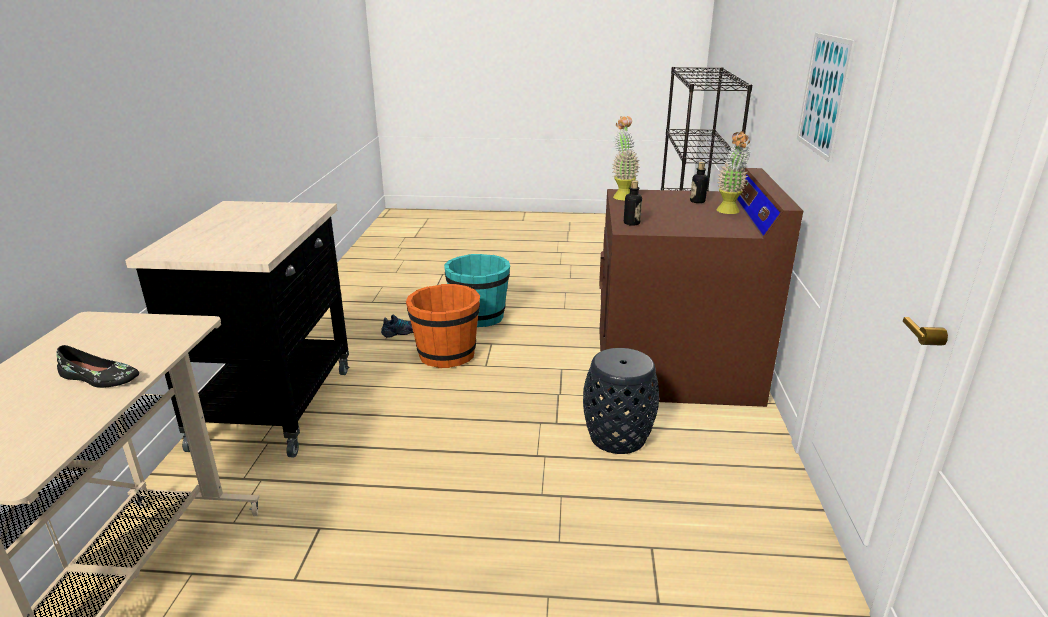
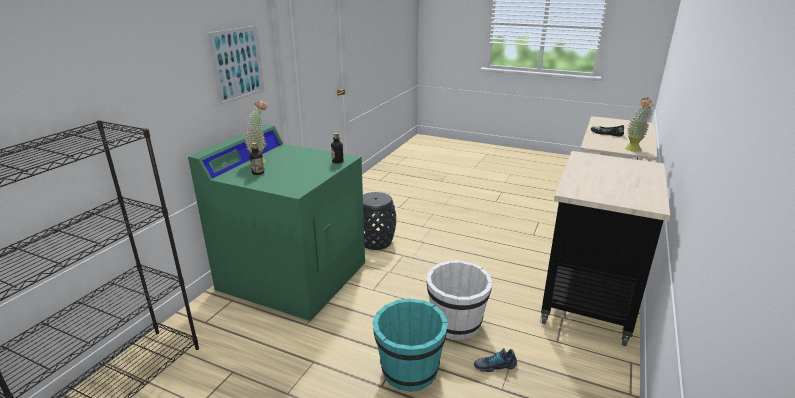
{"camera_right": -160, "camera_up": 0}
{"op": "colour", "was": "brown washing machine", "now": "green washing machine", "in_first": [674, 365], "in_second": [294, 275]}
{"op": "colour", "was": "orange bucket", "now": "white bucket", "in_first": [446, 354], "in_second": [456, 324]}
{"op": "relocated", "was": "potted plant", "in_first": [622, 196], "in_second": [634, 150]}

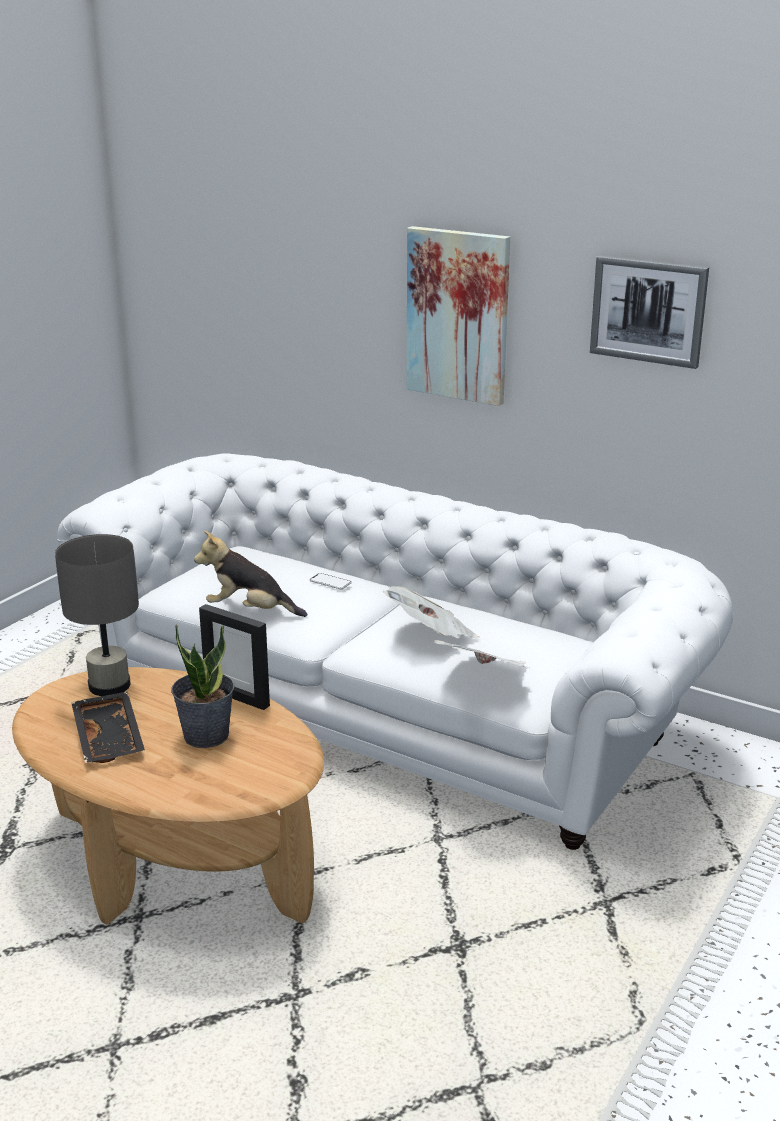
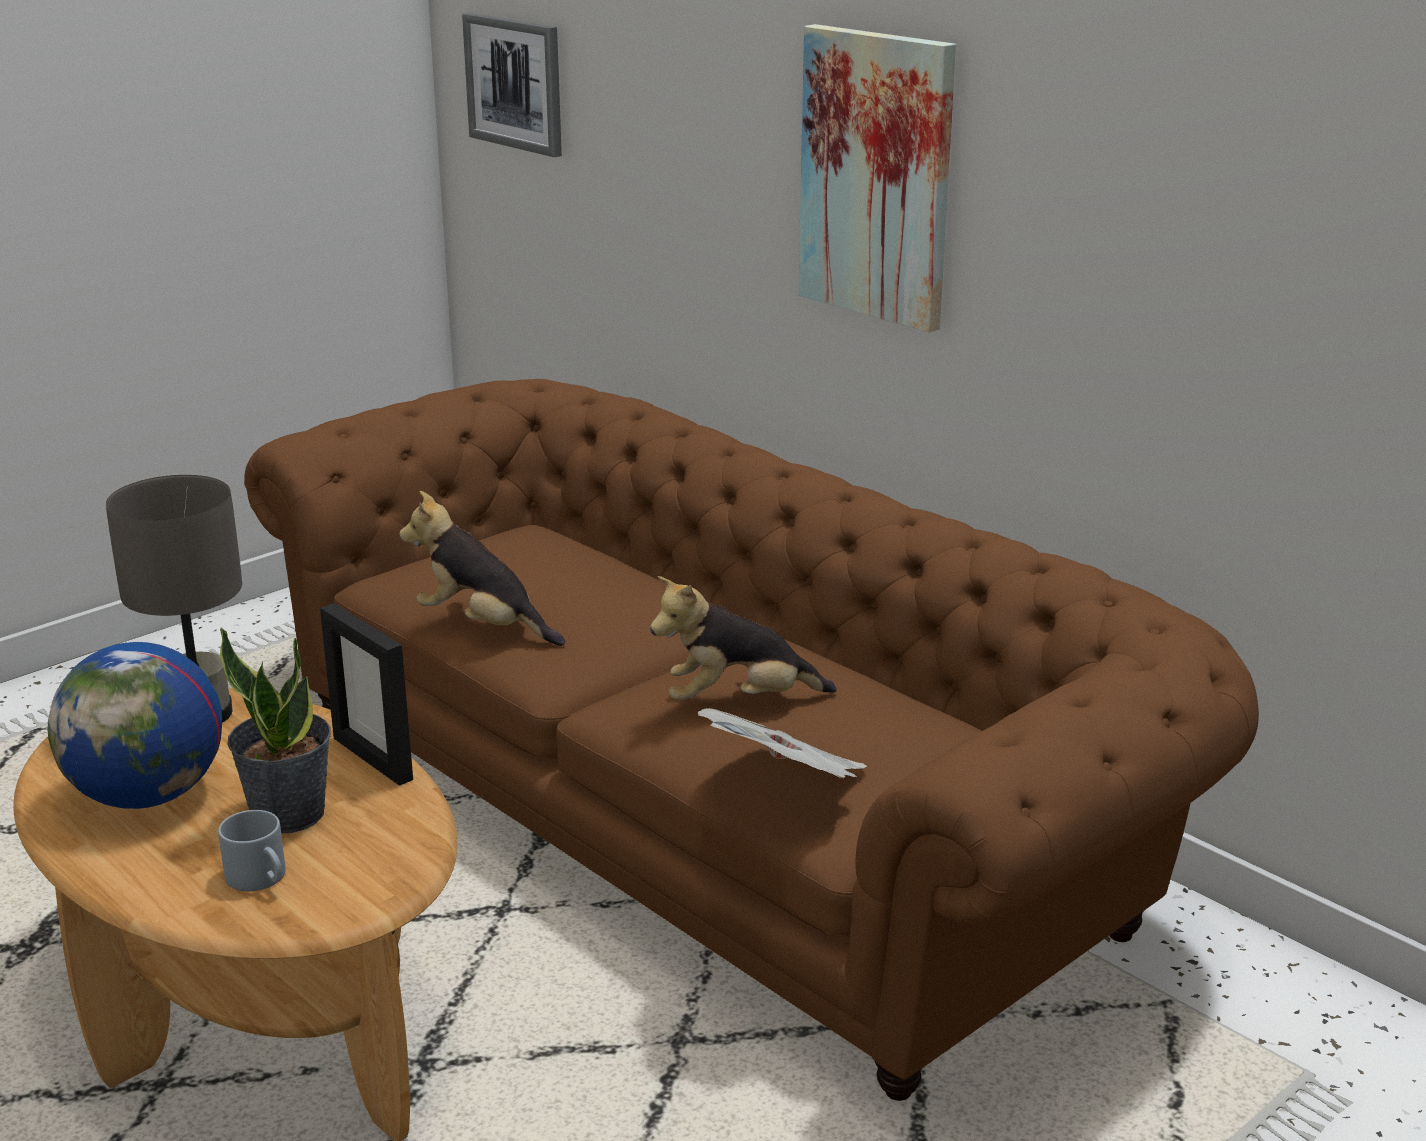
{"camera_right": 15, "camera_up": 0}
{"op": "exchanged", "was": "black tray", "now": "globe", "in_first": [110, 738], "in_second": [148, 796]}
{"op": "appeared", "now": "grey mug", "in_second": [262, 878]}
{"op": "colour", "was": "white sofa", "now": "brown sofa", "in_first": [389, 705], "in_second": [712, 807]}
{"op": "relocated", "was": "picture", "in_first": [648, 311], "in_second": [515, 83]}
{"op": "exchanged", "was": "newspaper", "now": "plush toy", "in_first": [431, 636], "in_second": [738, 702]}
{"op": "missing", "was": "phone", "in_first": [330, 582]}

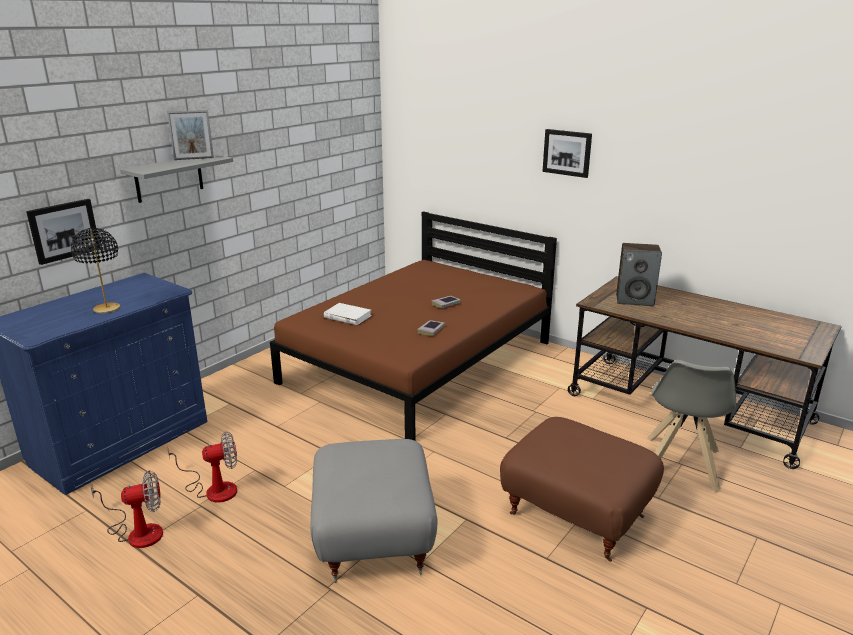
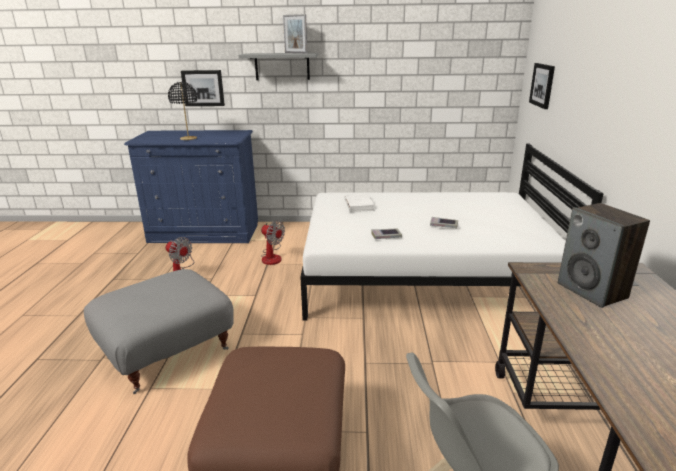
{"camera_right": 55, "camera_up": 0}
{"op": "relocated", "was": "fan", "in_first": [137, 531], "in_second": [272, 256]}
{"op": "colour", "was": "brown bed", "now": "white bed", "in_first": [419, 362], "in_second": [424, 275]}
{"op": "relocated", "was": "picture", "in_first": [567, 152], "in_second": [542, 85]}

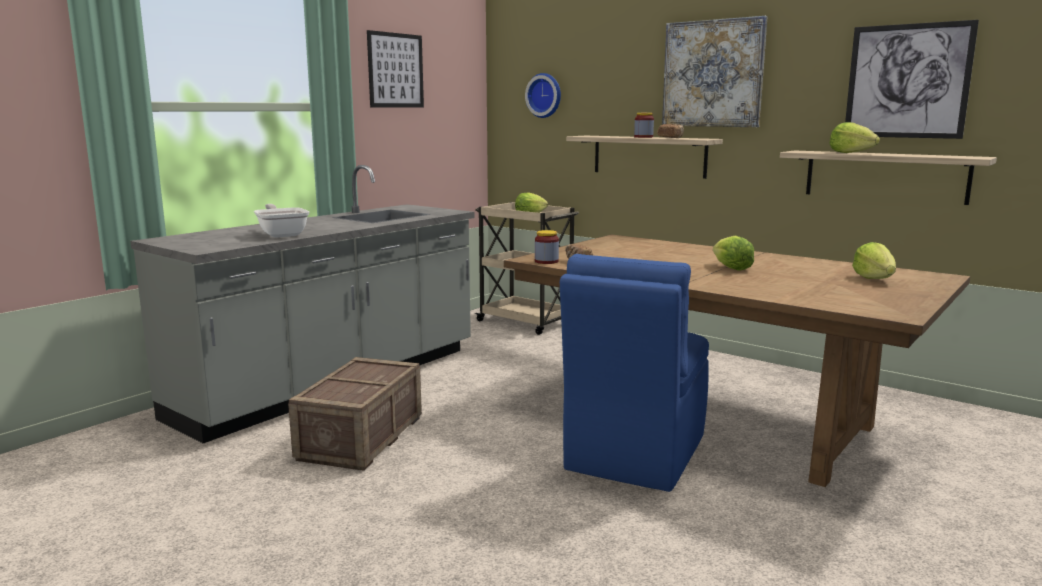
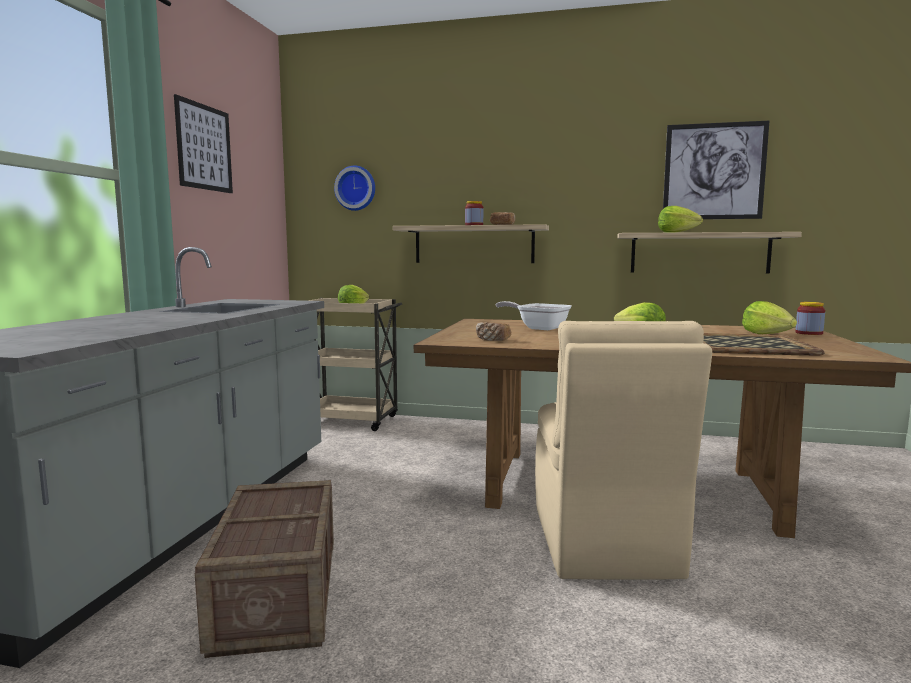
{"camera_right": -25, "camera_up": -5}
{"op": "relocated", "was": "frying pan", "in_first": [282, 234], "in_second": [538, 328]}
{"op": "colour", "was": "blue chair", "now": "beige chair", "in_first": [634, 454], "in_second": [603, 542]}
{"op": "appeared", "now": "tray", "in_second": [746, 345]}
{"op": "relocated", "was": "jar", "in_first": [546, 261], "in_second": [809, 333]}
{"op": "missing", "was": "picture", "in_first": [713, 74]}

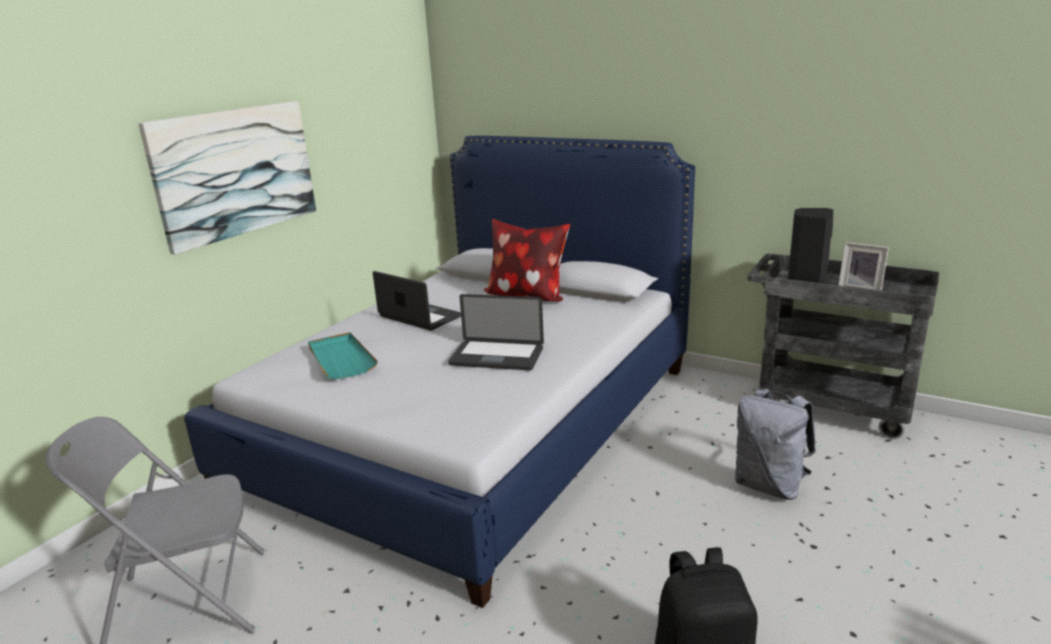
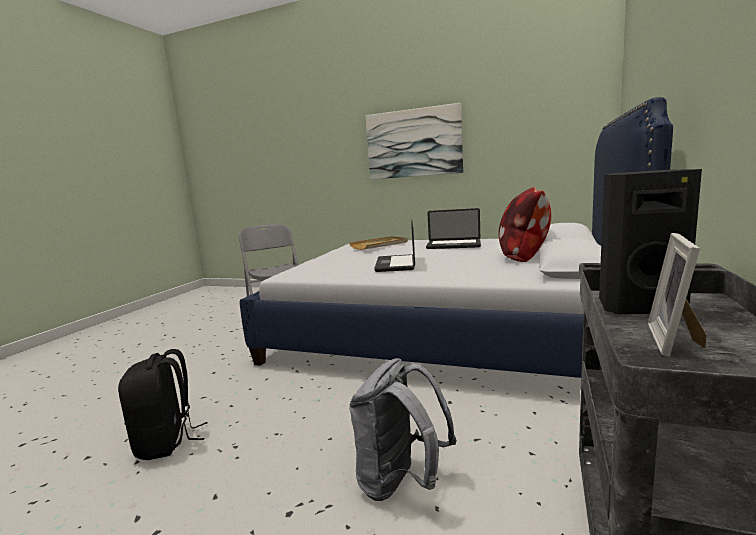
{"camera_right": 80, "camera_up": -10}
{"op": "colour", "was": "turquoise tray", "now": "beige tray", "in_first": [341, 358], "in_second": [379, 245]}
{"op": "spun", "was": "laptop", "in_first": [420, 317], "in_second": [453, 245], "clockwise": 75}

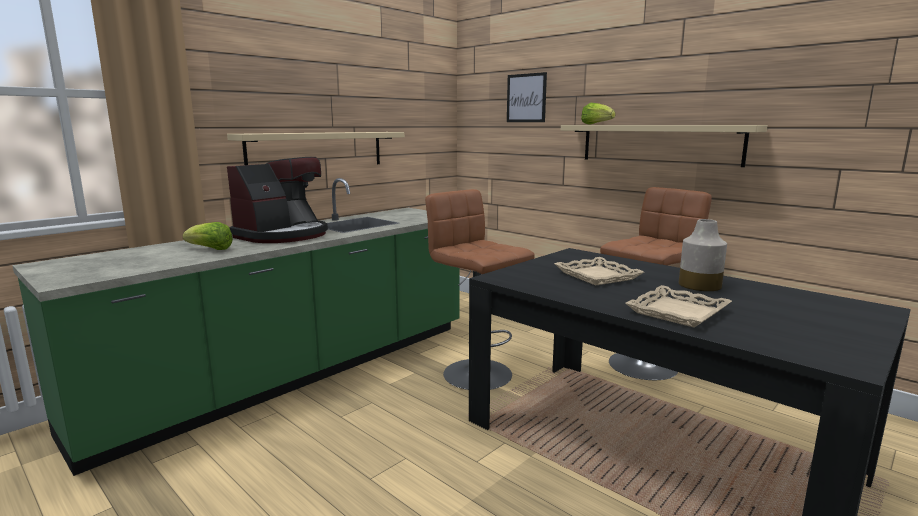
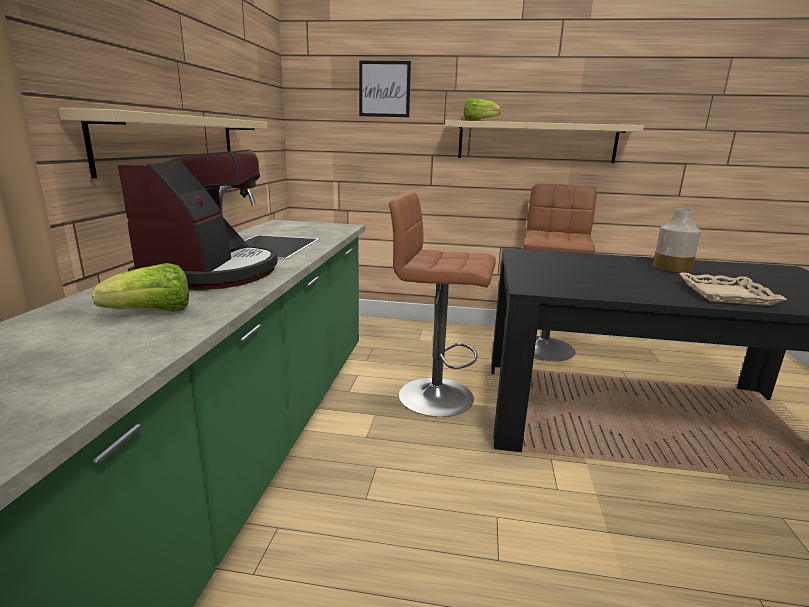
{"camera_right": -35, "camera_up": 5}
{"op": "missing", "was": "beige tray", "in_first": [596, 276]}

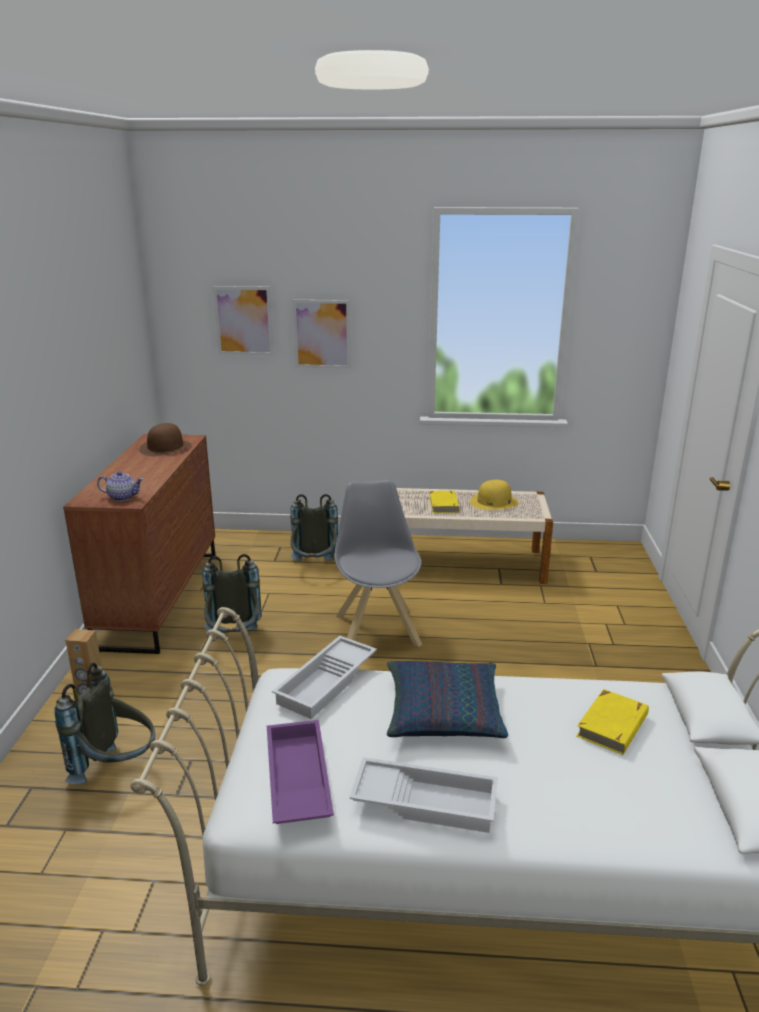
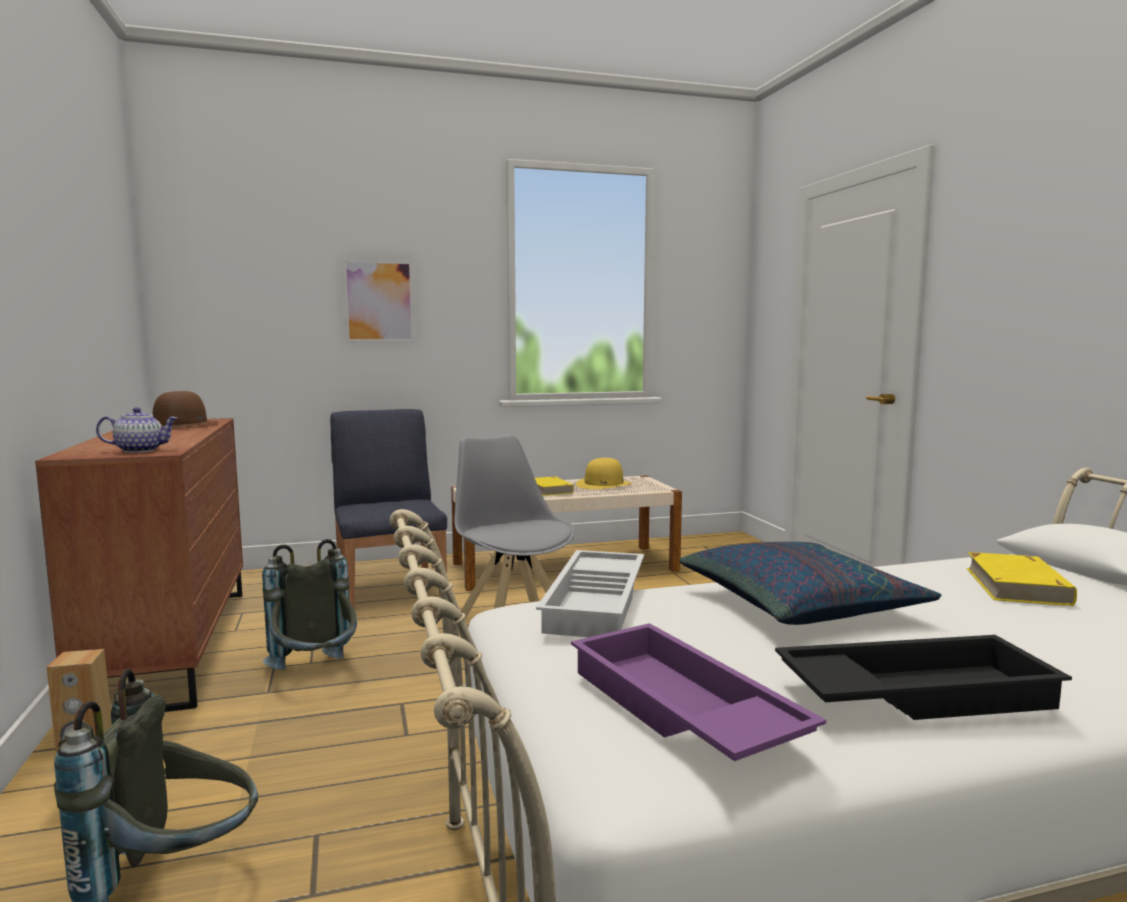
{"camera_right": -20, "camera_up": -15}
{"op": "exchanged", "was": "grey backpack", "now": "blue chair", "in_first": [314, 567], "in_second": [391, 589]}
{"op": "colour", "was": "white tray", "now": "black tray", "in_first": [426, 800], "in_second": [914, 692]}
{"op": "missing", "was": "picture", "in_first": [243, 321]}

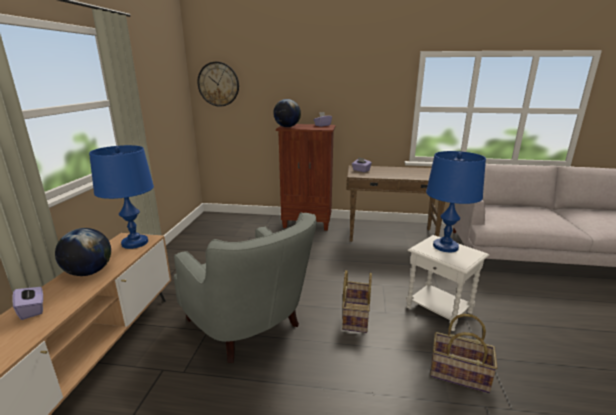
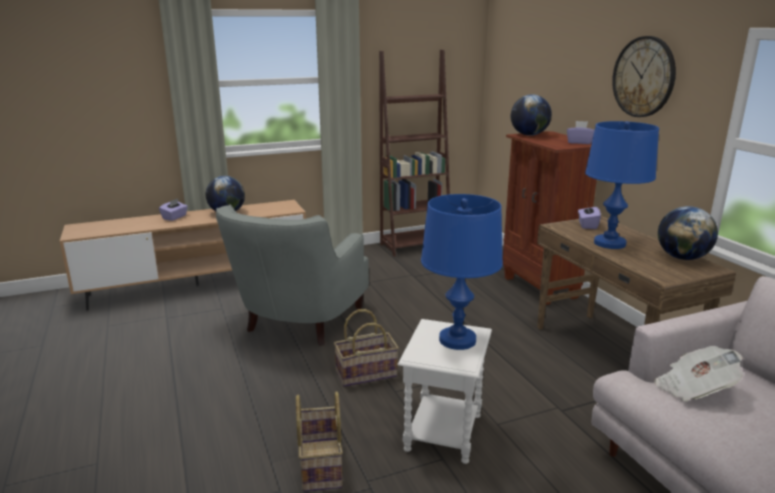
{"camera_right": 60, "camera_up": 0}
{"op": "appeared", "now": "brown bookcase", "in_second": [415, 245]}
{"op": "relocated", "was": "blue table lamp", "in_first": [135, 243], "in_second": [609, 243]}
{"op": "relocated", "was": "wall clock", "in_first": [218, 84], "in_second": [643, 77]}
{"op": "appeared", "now": "newspaper", "in_second": [694, 389]}
{"op": "appeared", "now": "globe", "in_second": [682, 257]}

